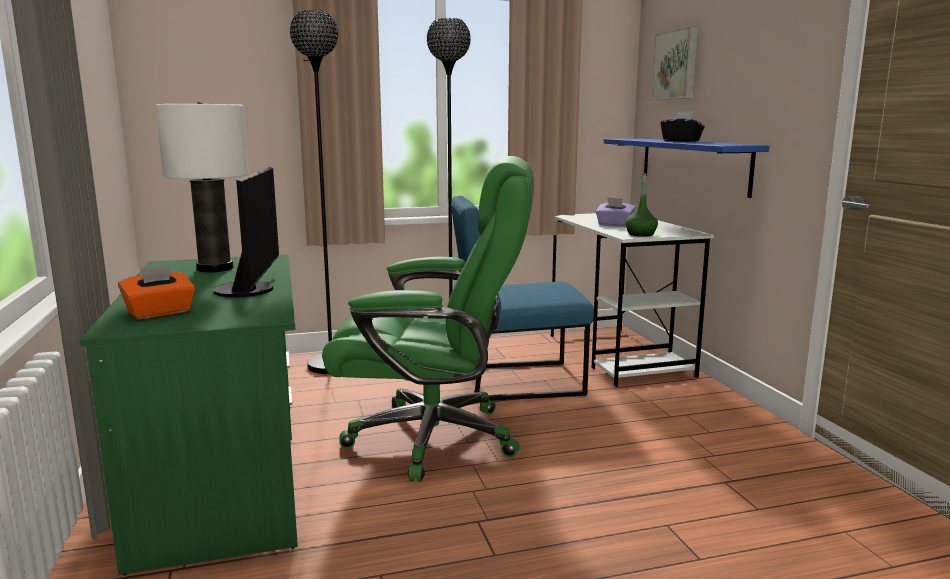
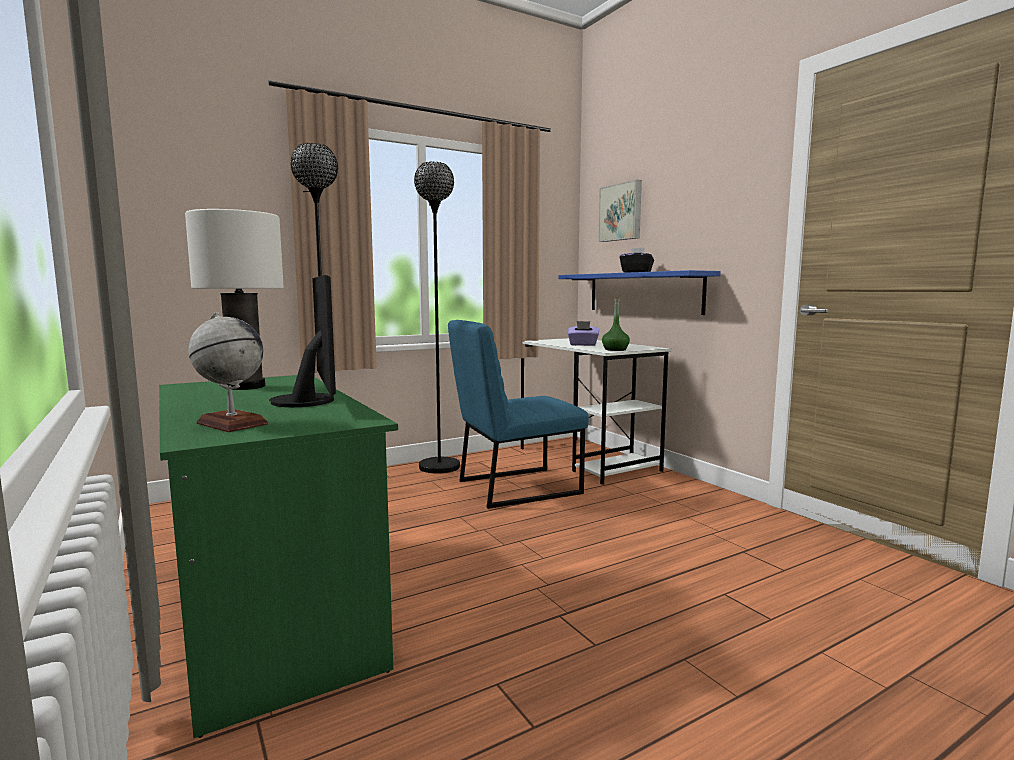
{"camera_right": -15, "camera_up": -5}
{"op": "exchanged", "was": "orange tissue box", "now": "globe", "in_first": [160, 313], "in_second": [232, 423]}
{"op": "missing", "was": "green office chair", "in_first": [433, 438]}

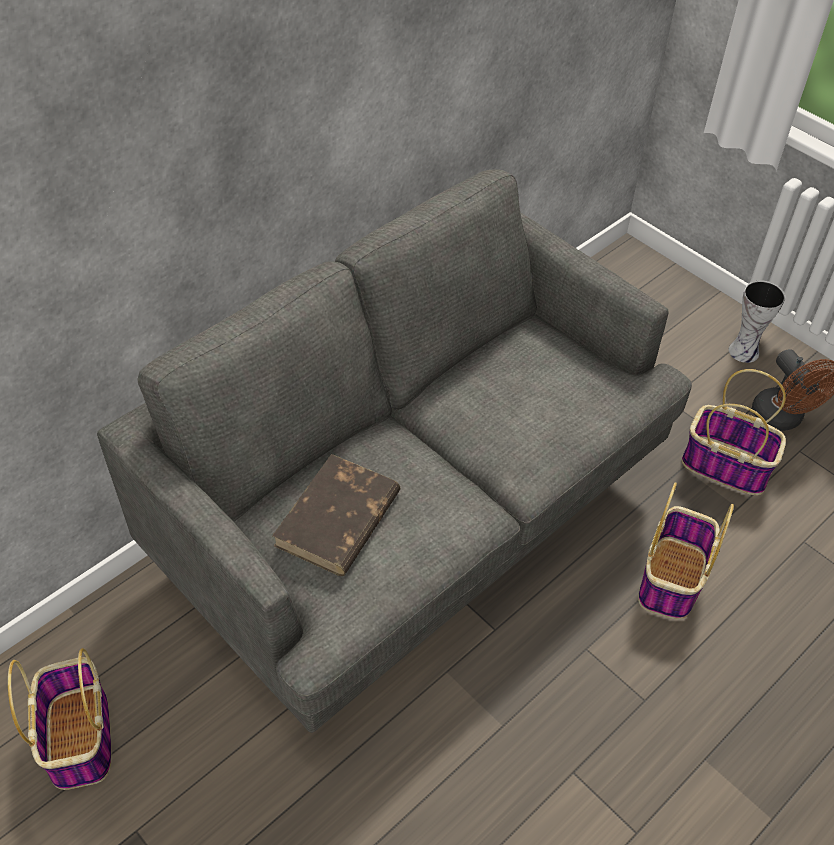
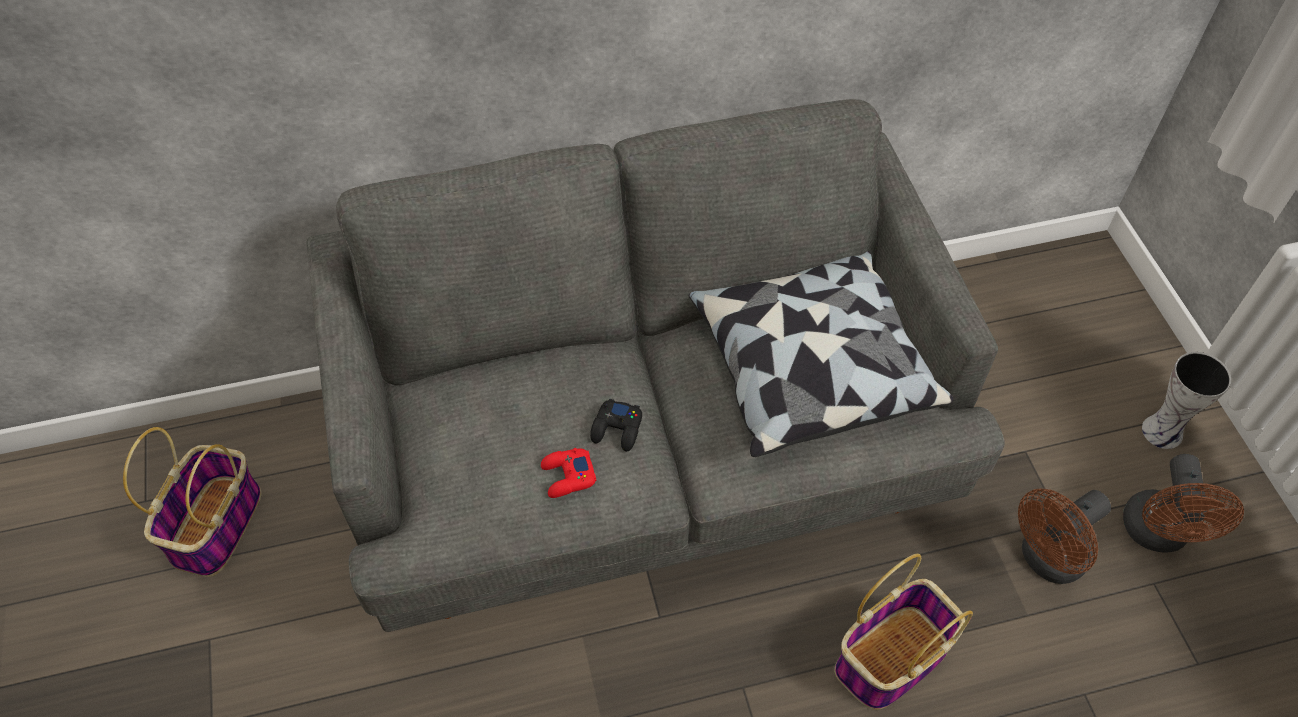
{"camera_right": 30, "camera_up": 5}
{"op": "appeared", "now": "red game controller", "in_second": [568, 476]}
{"op": "appeared", "now": "black game controller", "in_second": [617, 429]}
{"op": "appeared", "now": "pillow", "in_second": [809, 369]}
{"op": "exchanged", "was": "basket", "now": "brown fan", "in_first": [727, 466], "in_second": [1046, 560]}
{"op": "missing", "was": "brown book", "in_first": [337, 520]}

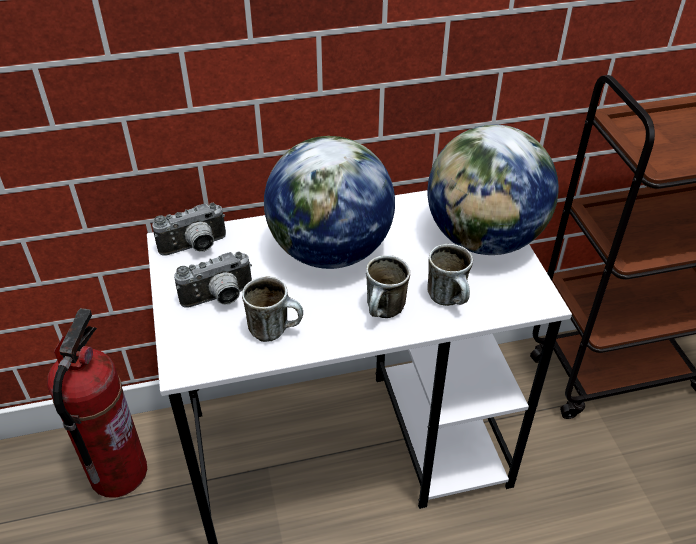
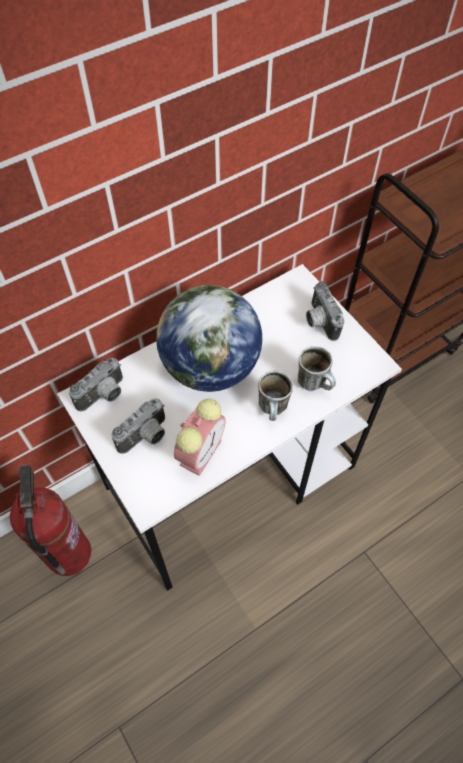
{"camera_right": -20, "camera_up": 15}
{"op": "exchanged", "was": "mug", "now": "alarm clock", "in_first": [275, 330], "in_second": [201, 450]}
{"op": "exchanged", "was": "globe", "now": "photo camera", "in_first": [484, 239], "in_second": [319, 321]}

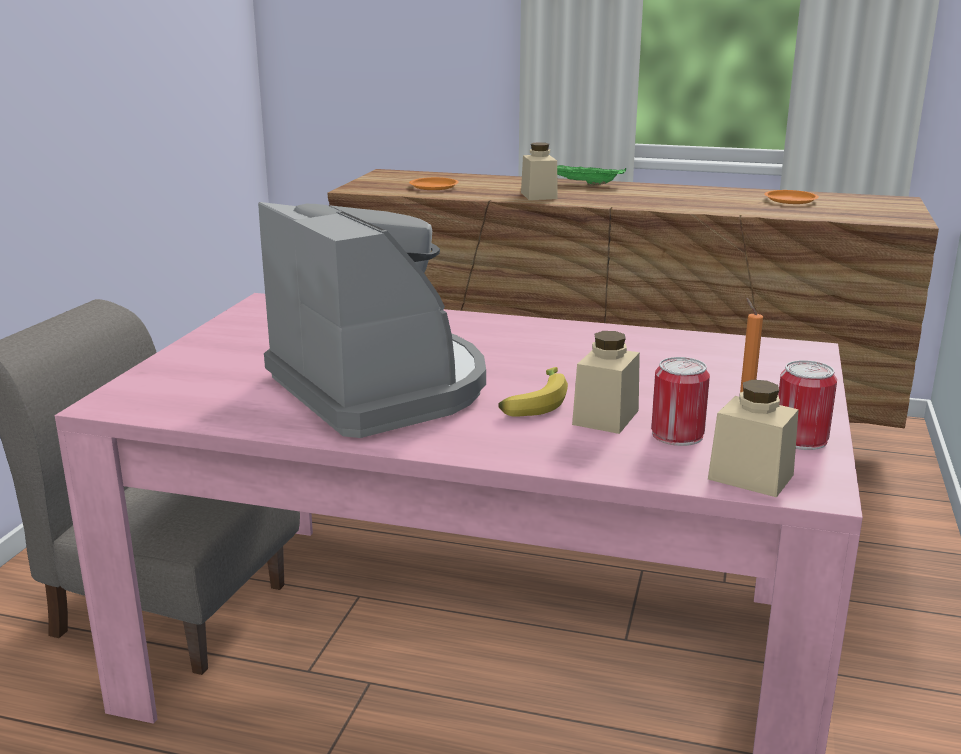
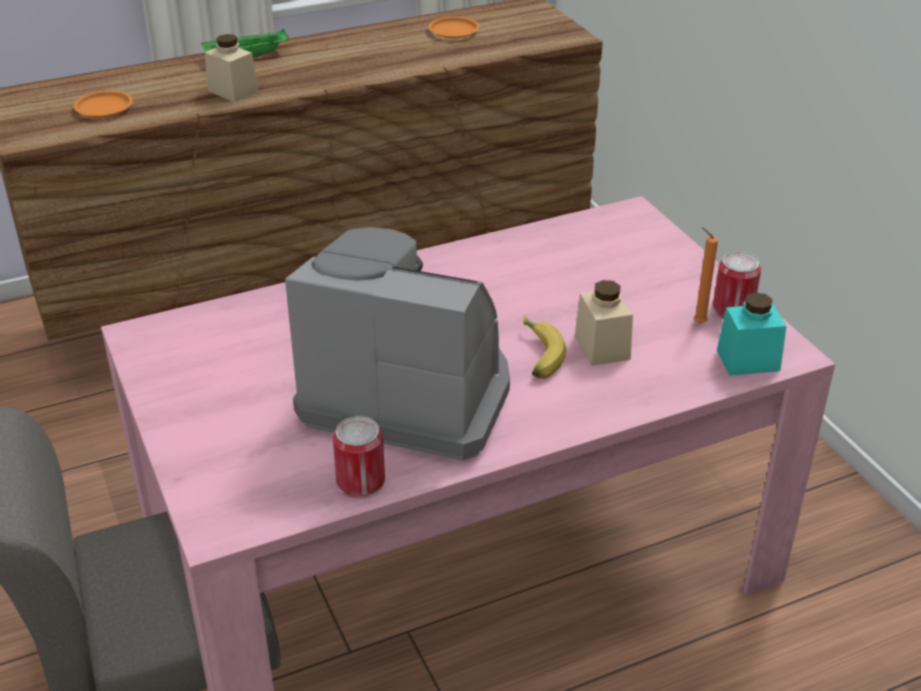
{"camera_right": -40, "camera_up": 15}
{"op": "relocated", "was": "can", "in_first": [677, 434], "in_second": [360, 482]}
{"op": "colour", "was": "beige jar", "now": "turquoise jar", "in_first": [750, 477], "in_second": [748, 360]}

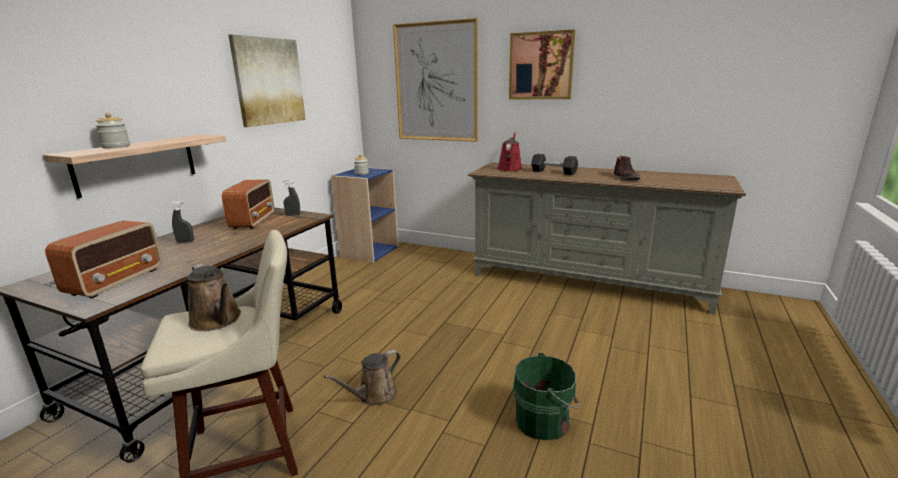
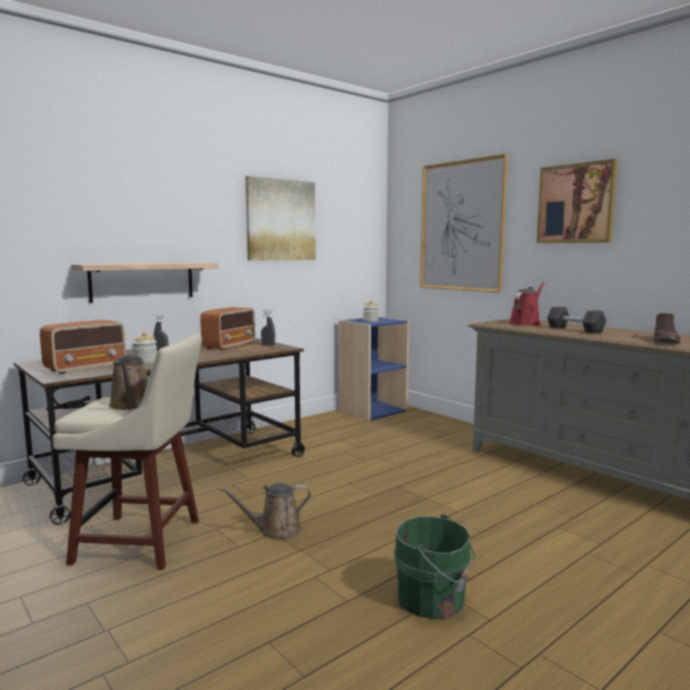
{"camera_right": 25, "camera_up": -10}
{"op": "relocated", "was": "jar", "in_first": [116, 147], "in_second": [146, 362]}

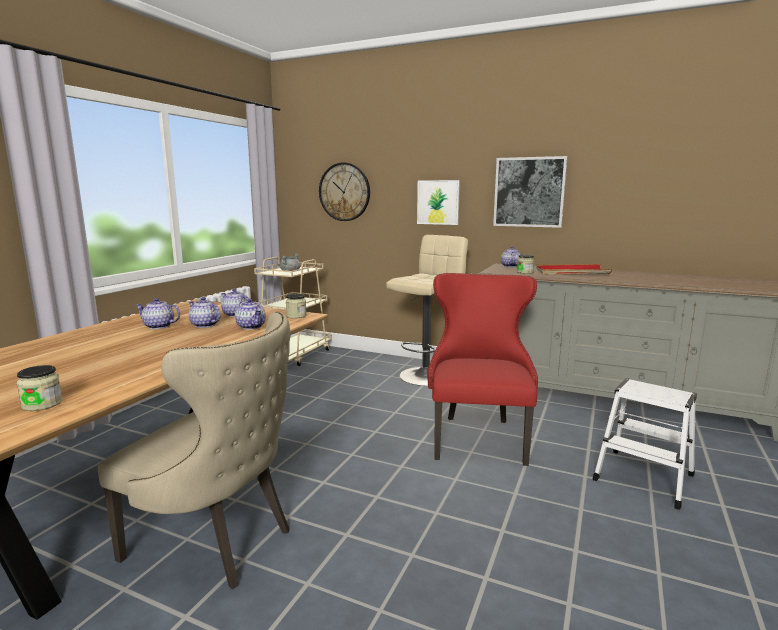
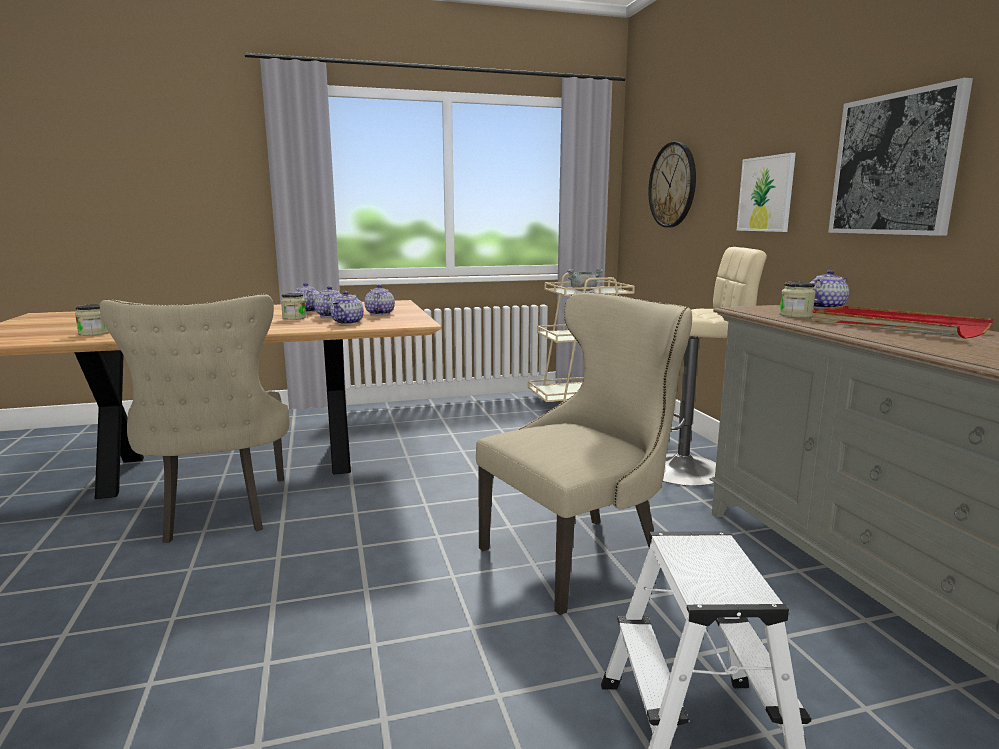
{"camera_right": 50, "camera_up": 0}
{"op": "relocated", "was": "jar", "in_first": [296, 316], "in_second": [294, 318]}
{"op": "colour", "was": "red chair", "now": "beige chair", "in_first": [478, 437], "in_second": [580, 555]}

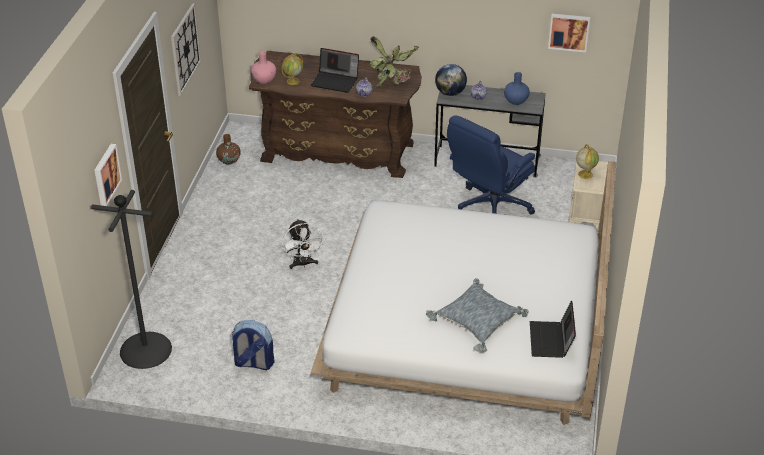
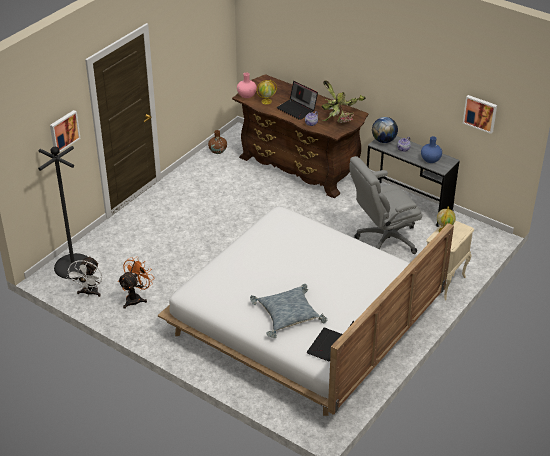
{"camera_right": 25, "camera_up": 0}
{"op": "relocated", "was": "white fan", "in_first": [303, 264], "in_second": [89, 293]}
{"op": "exchanged", "was": "backpack", "now": "orange fan", "in_first": [253, 363], "in_second": [136, 298]}
{"op": "colour", "was": "blue office chair", "now": "grey office chair", "in_first": [488, 209], "in_second": [383, 240]}
{"op": "missing", "was": "wall clock", "in_first": [185, 49]}

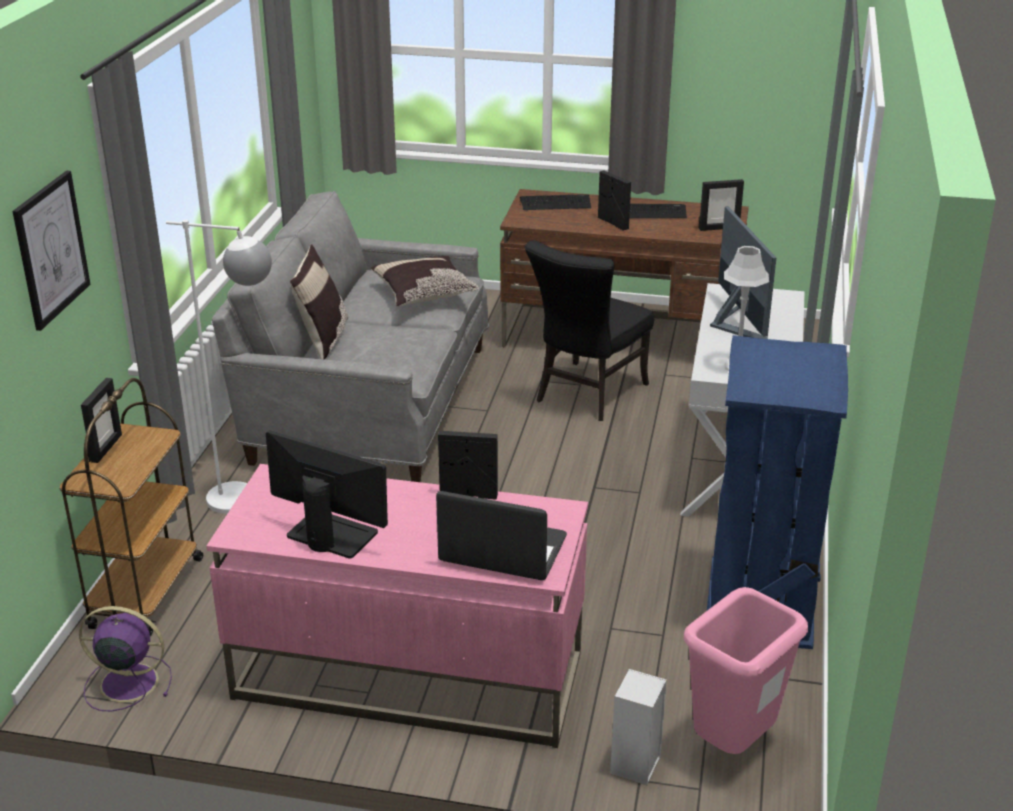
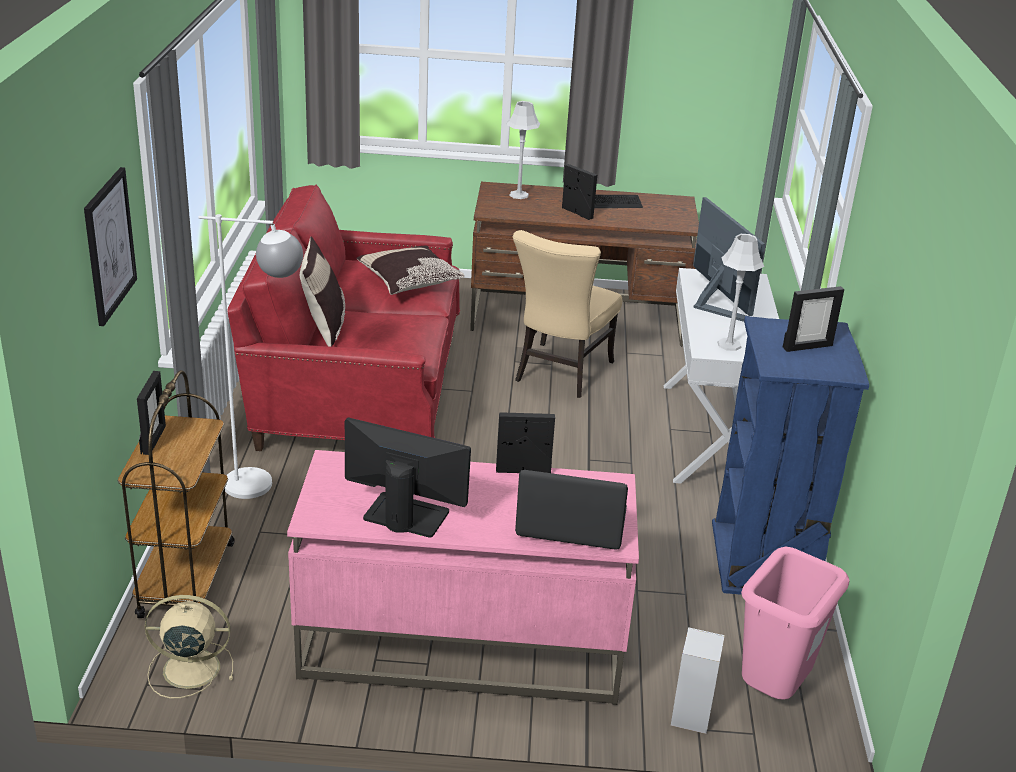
{"camera_right": -10, "camera_up": 0}
{"op": "colour", "was": "purple fan", "now": "beige fan", "in_first": [126, 682], "in_second": [188, 669]}
{"op": "colour", "was": "grey sofa", "now": "red sofa", "in_first": [367, 403], "in_second": [356, 387]}
{"op": "exchanged", "was": "keyboard", "now": "grey table lamp", "in_first": [555, 203], "in_second": [519, 195]}
{"op": "colour", "was": "black chair", "now": "beige chair", "in_first": [586, 394], "in_second": [560, 373]}
{"op": "relocated", "was": "picture frame", "in_first": [719, 228], "in_second": [807, 346]}

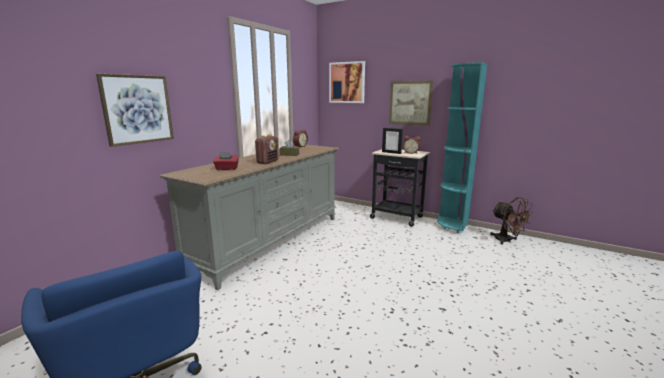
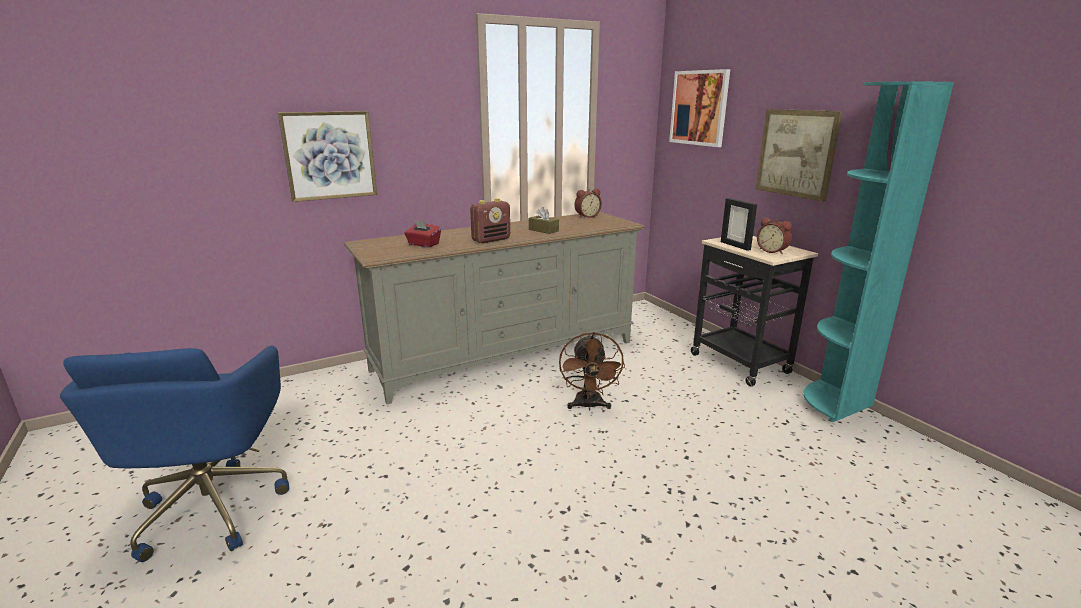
{"camera_right": 30, "camera_up": 5}
{"op": "relocated", "was": "brown fan", "in_first": [506, 241], "in_second": [589, 406]}

